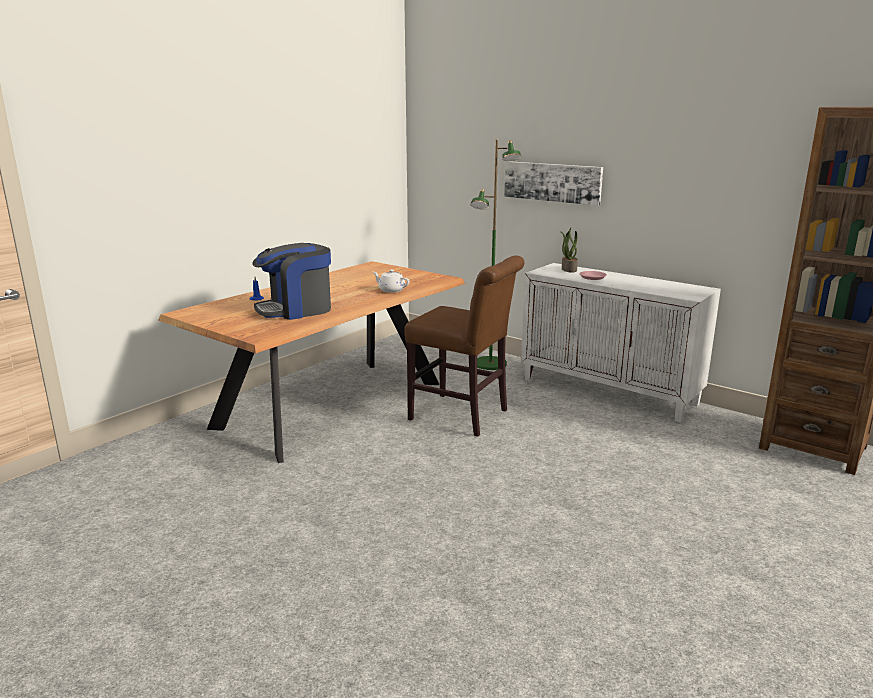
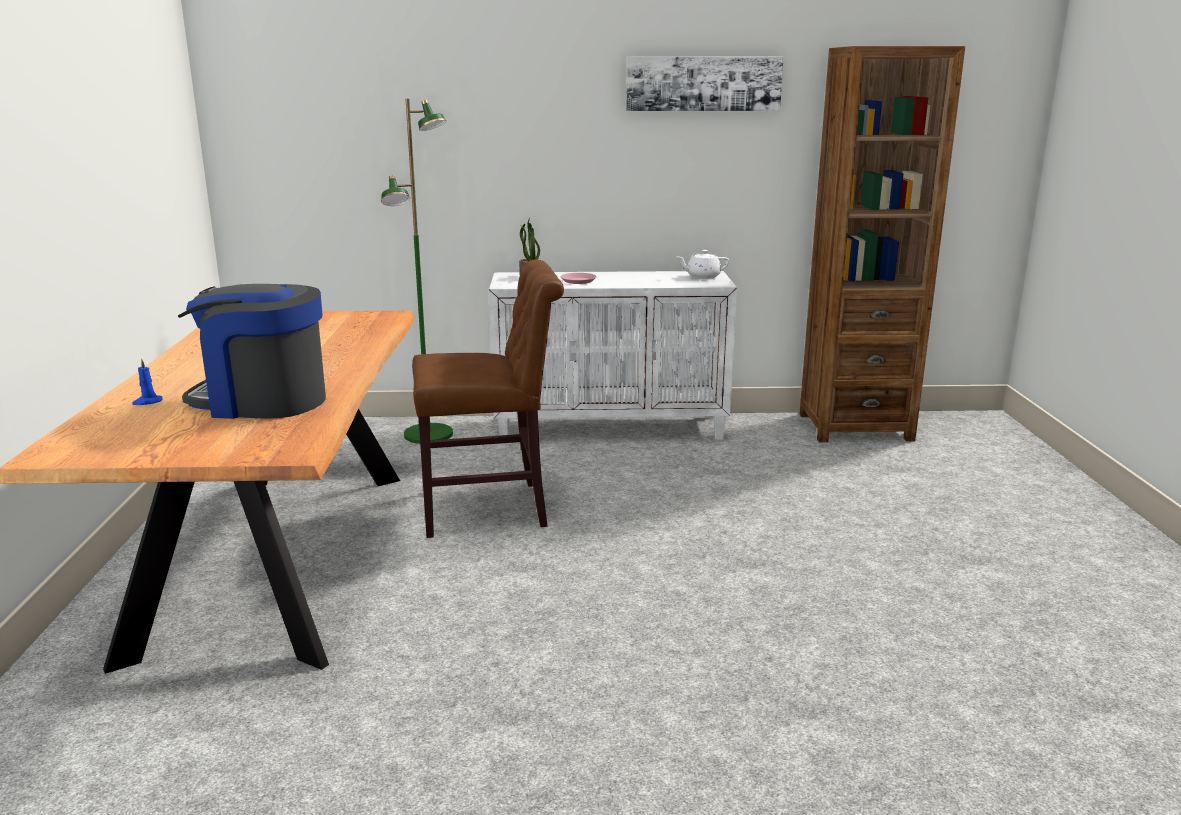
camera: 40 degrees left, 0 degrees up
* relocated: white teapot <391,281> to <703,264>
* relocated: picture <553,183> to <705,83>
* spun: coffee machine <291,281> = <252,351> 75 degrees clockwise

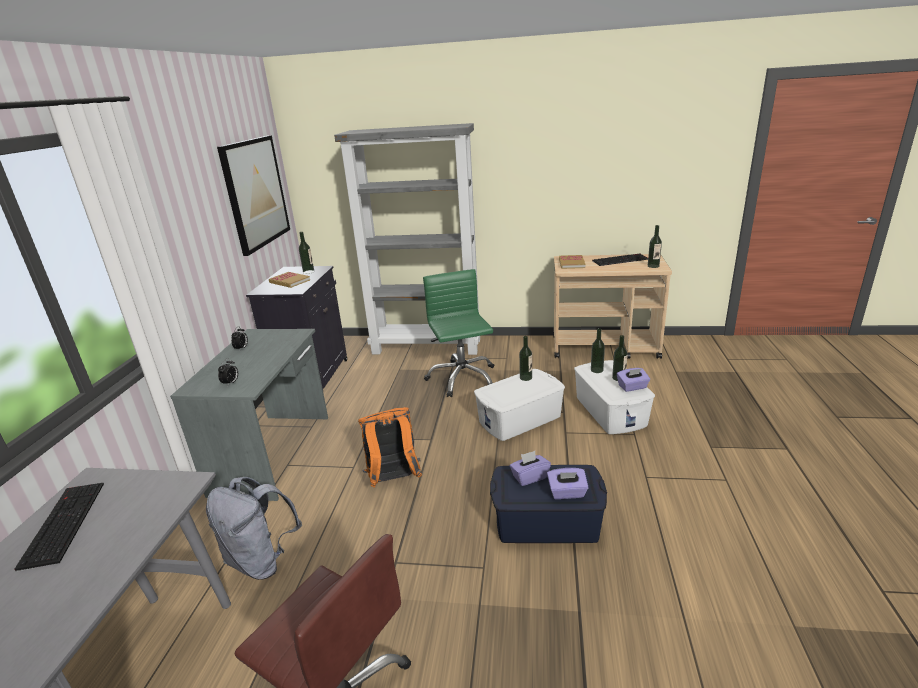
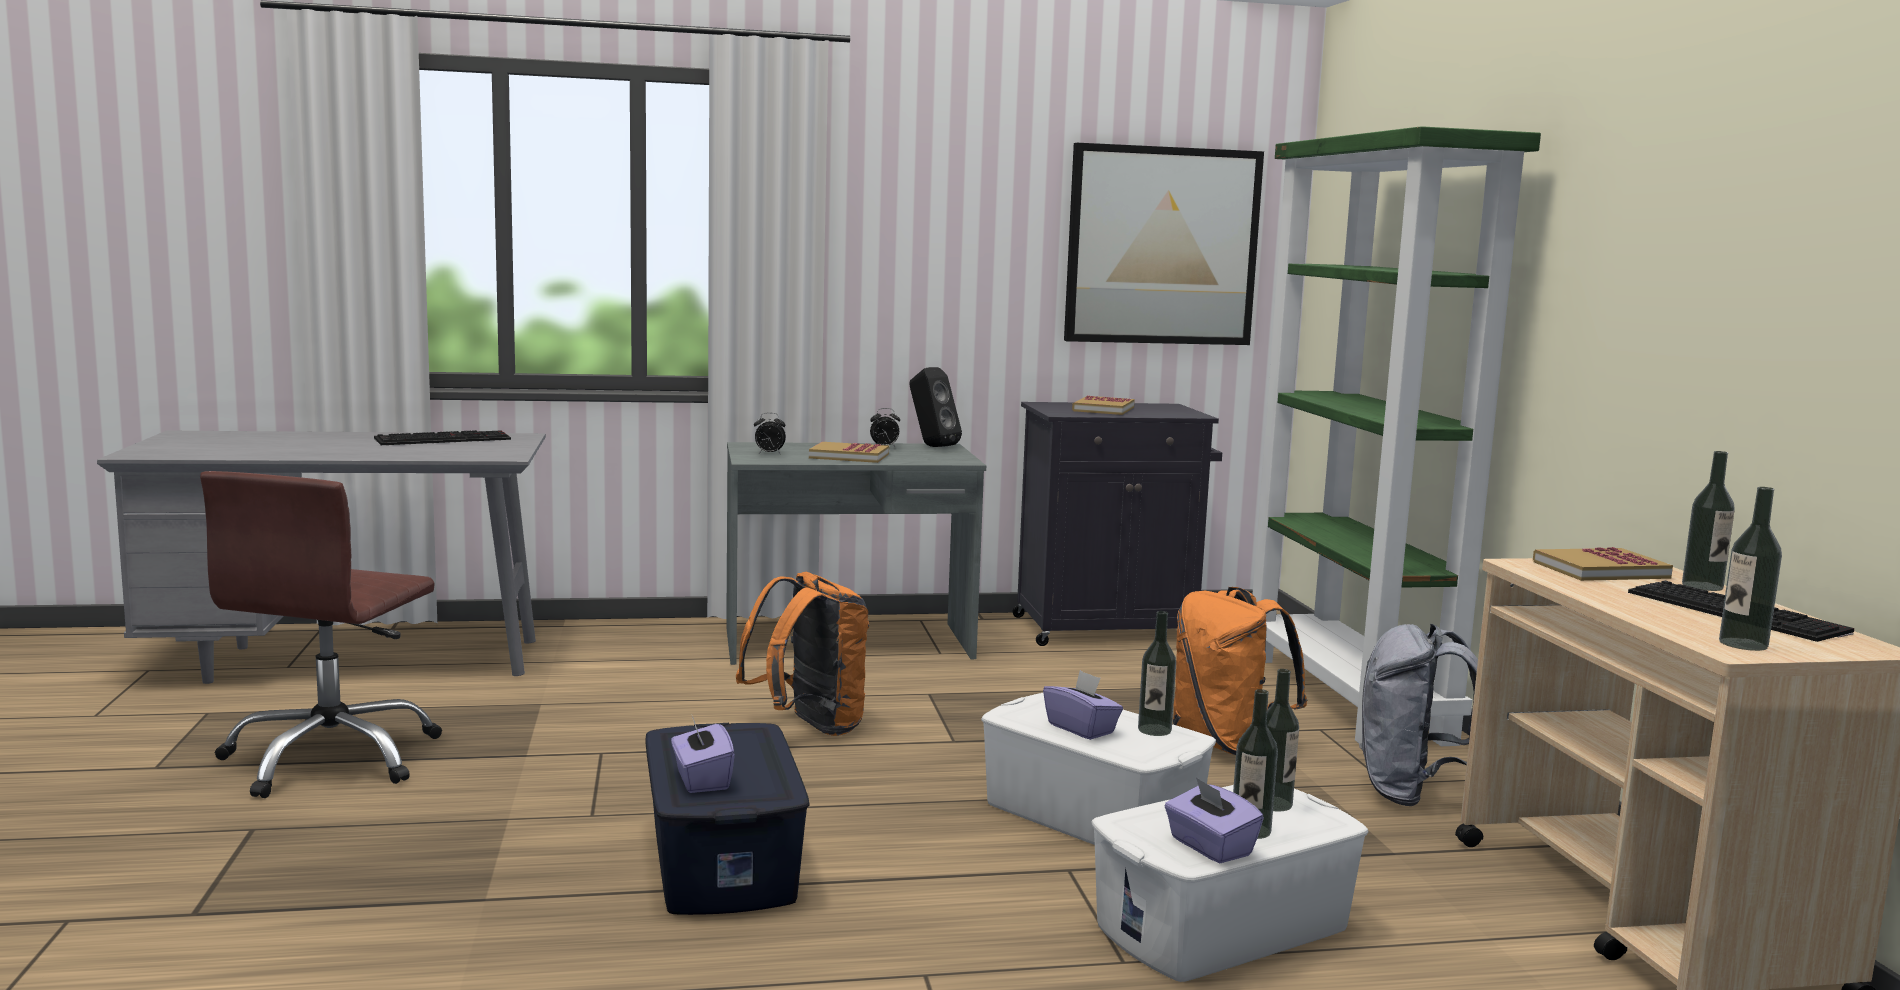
camera: 70 degrees right, 15 degrees down
* appeared: book <849,452>
* appeared: black speaker <935,407>
* relocated: grey backpack <254,528> to <1418,715>
* relocated: bottle <306,253> to <1708,521>
* relocated: purple tissue box <530,468> to <1083,705>
* exchanged: green office chair <458,333> to orange backpack <1240,671>
* colour: grey bookcase <407,239> to green bookcase <1396,436>

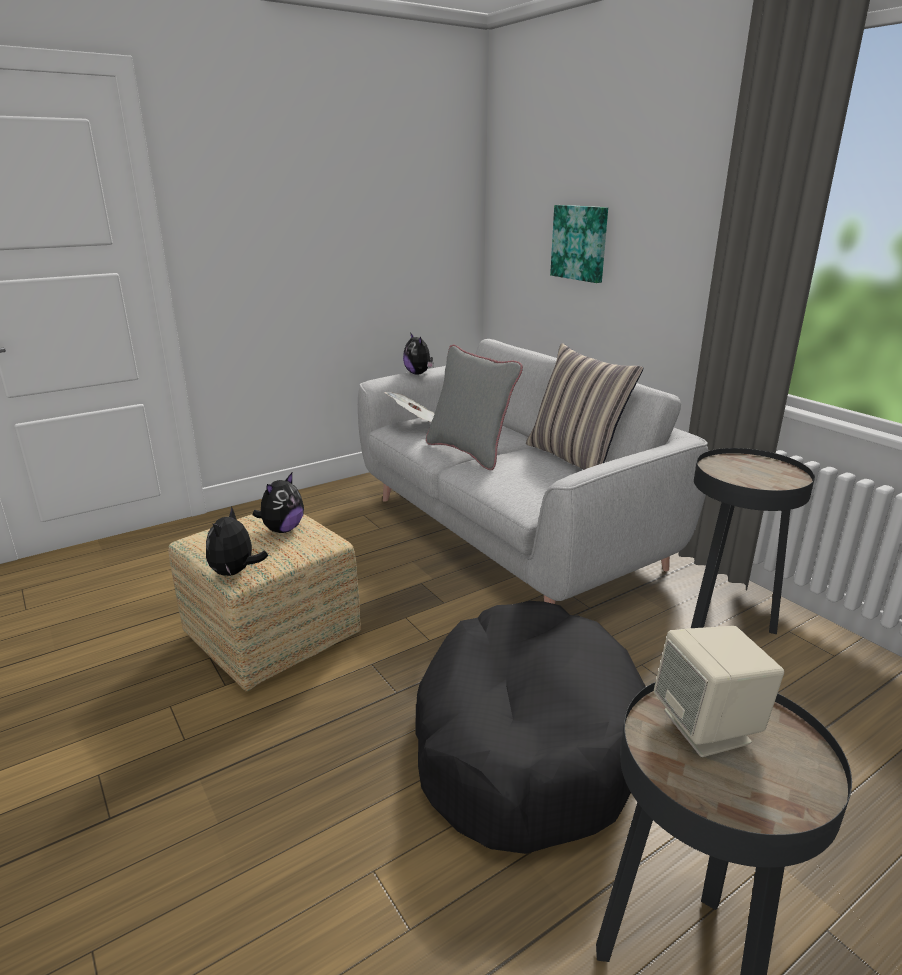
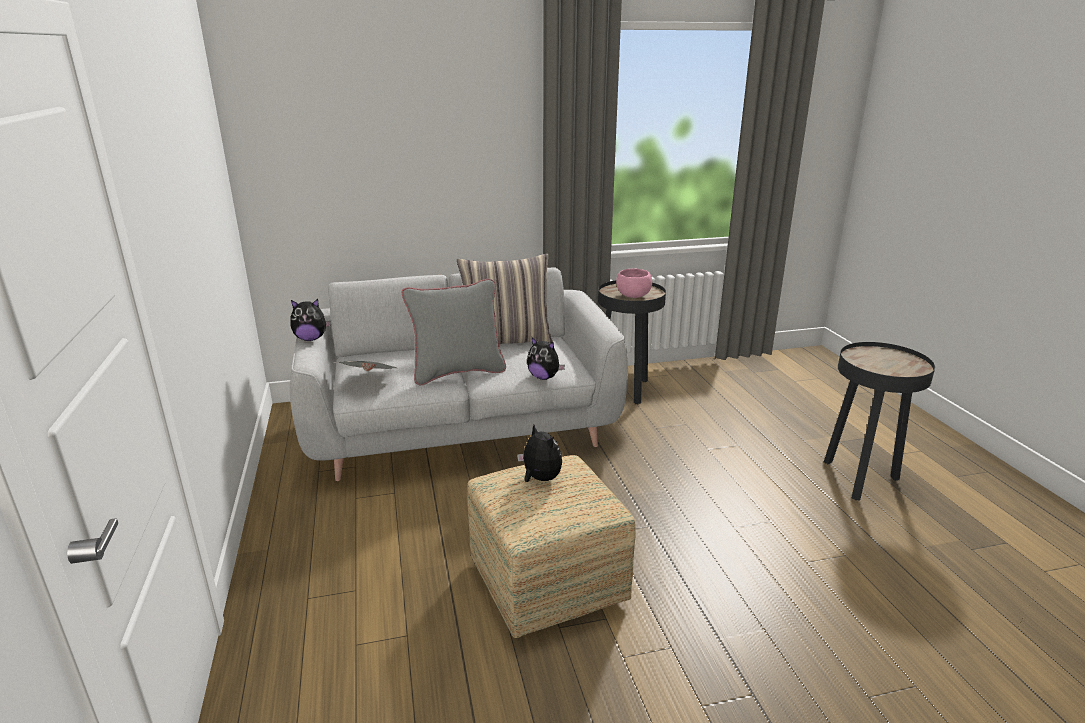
camera: 70 degrees left, 0 degrees up
* missing: black dog bed <530,727>
* missing: picture <579,244>
* missing: beige speaker <719,691>
* appeared: pink bowl <634,283>
* relocated: plush toy <237,541> to <546,359>

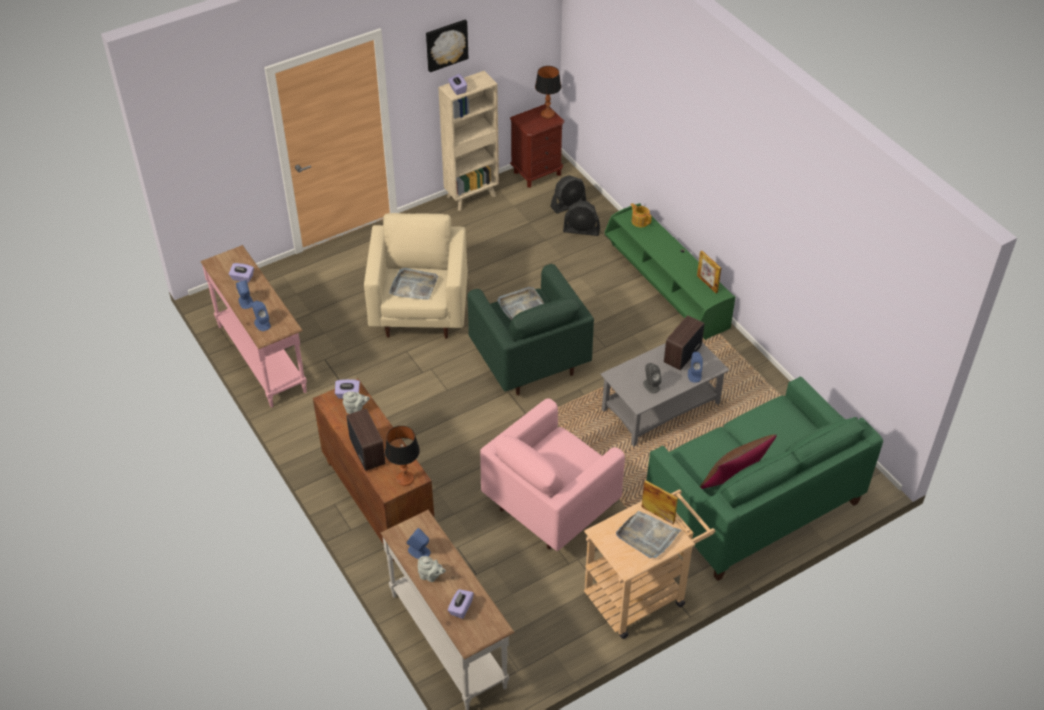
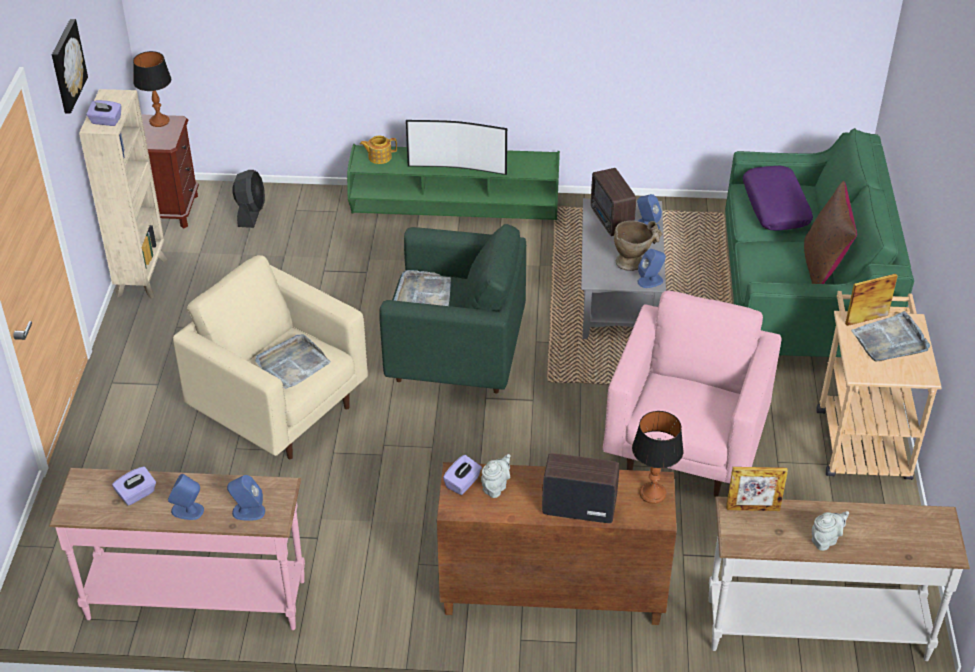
camera: 55 degrees left, 5 degrees down
* missing: purple tissue box <461,604>
* missing: black fan <581,218>
* appeared: television <456,147>
* appeared: purple pillow <778,198>
* relocated: blue speaker <418,543> to <651,268>
* relocated: picture frame <709,272> to <757,489>
* exchanged: grey speaker <652,378> to beige vase <638,246>
* spun: pink armchair <552,474> = <692,394> 150 degrees counterclockwise

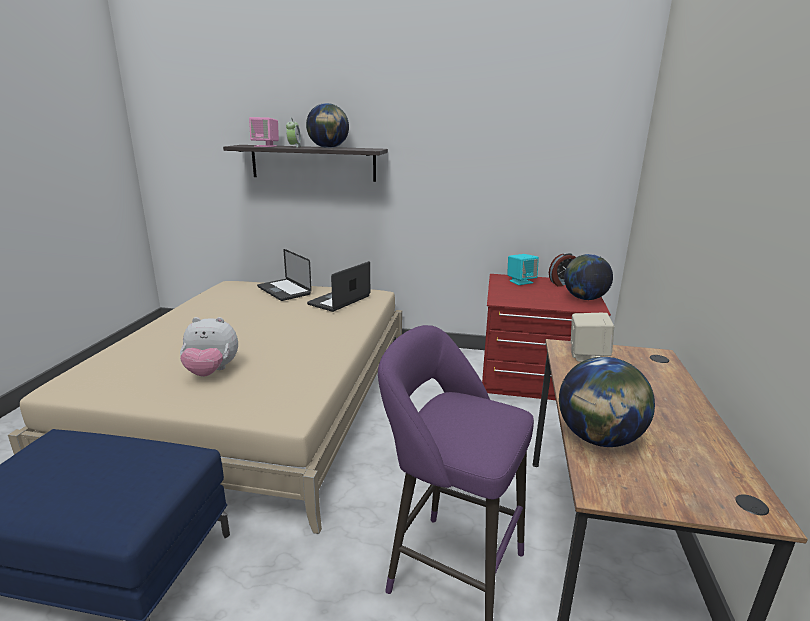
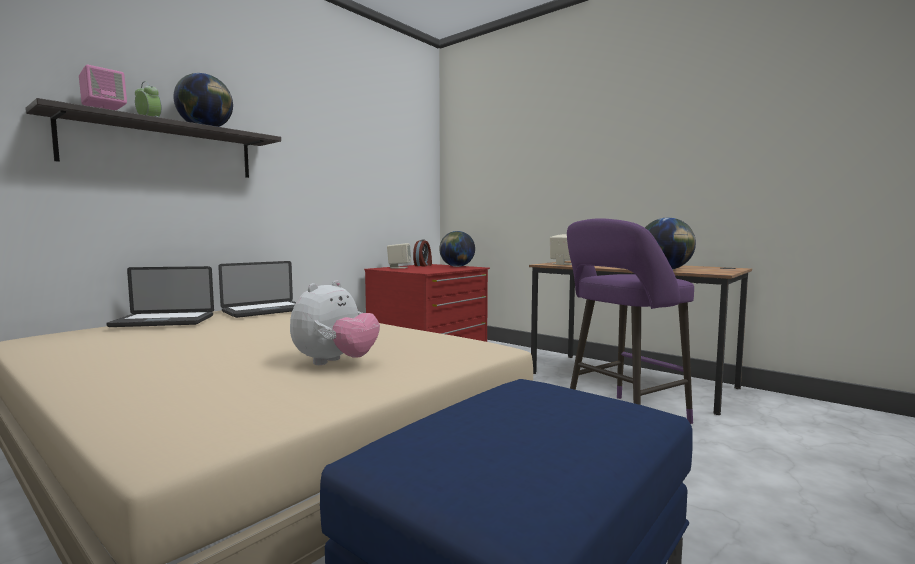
camera: 60 degrees left, 15 degrees down
* colour: turquoise speaker <523,269> to beige speaker <399,256>
* spun: laptop <338,286> = <257,289> 105 degrees counterclockwise

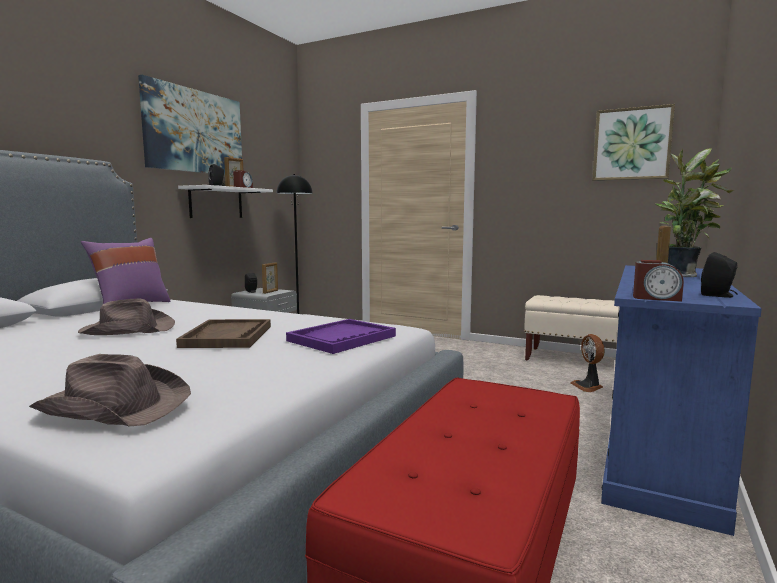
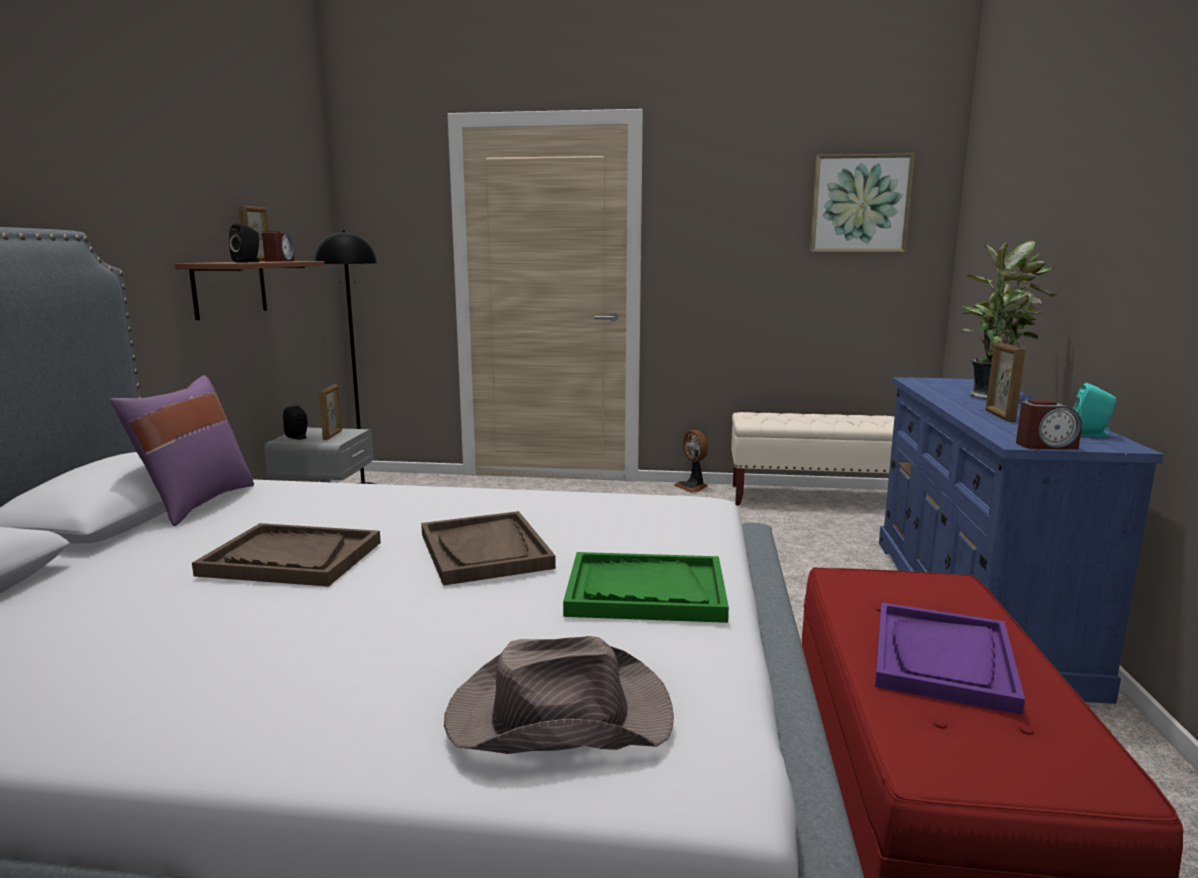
camera: 20 degrees left, 5 degrees up
* missing: picture <190,125>
* appeared: green tray <646,587>
* relocated: purple tray <341,336> to <950,658>
* relocated: fan <587,363> to <691,461>
* exchanged: brown hat <126,316> to brown tray <286,555>
* colour: white shelf <225,201> to brown shelf <249,290>
* colour: black speaker <719,275> to turquoise speaker <1094,410>

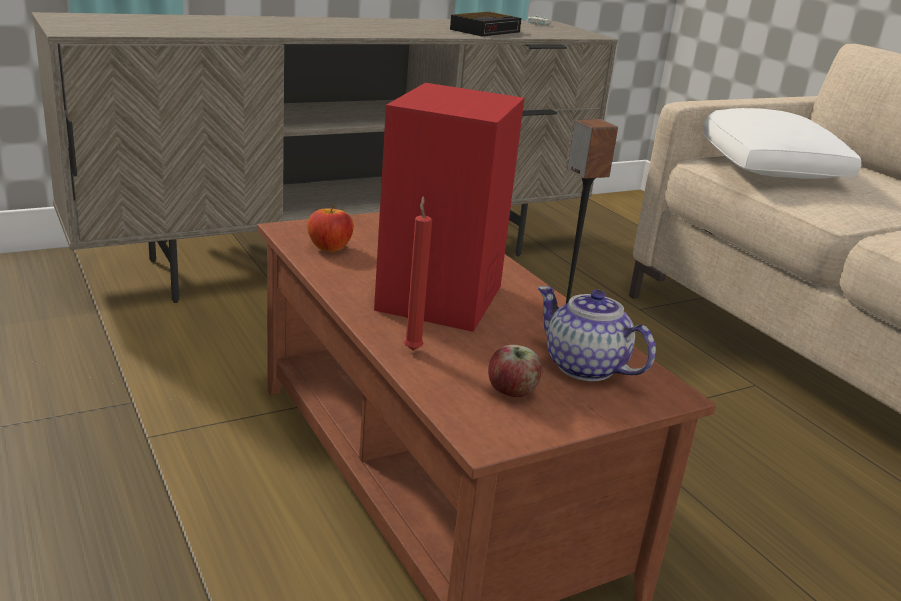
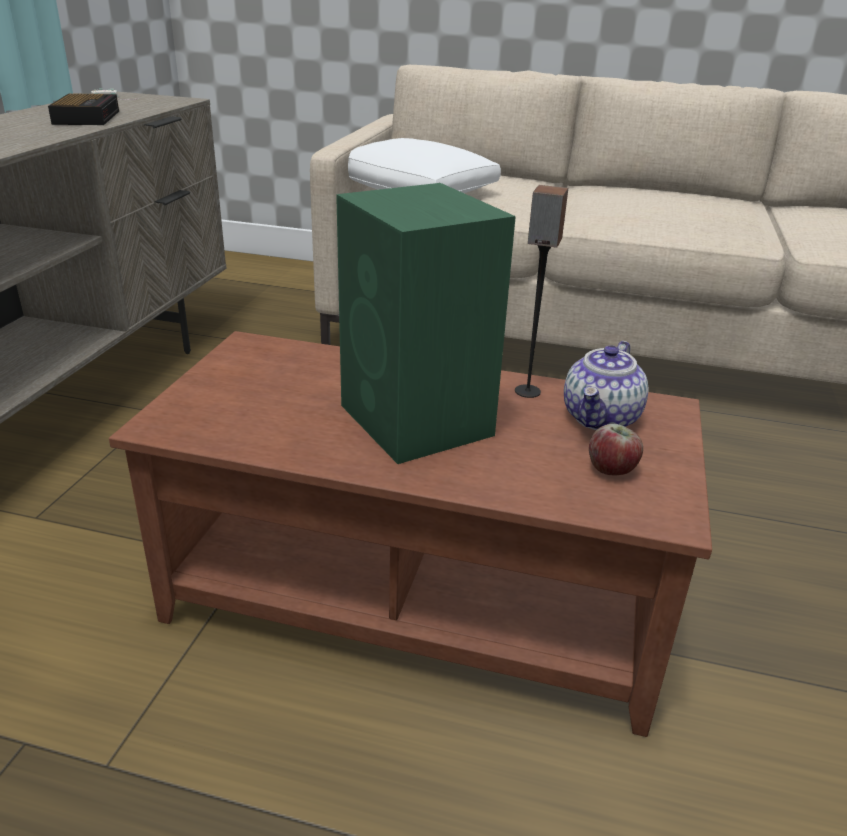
camera: 45 degrees left, 5 degrees up
* missing: apple <330,228>
* missing: red candle <418,273>
* colour: red speaker <449,207> to green speaker <426,323>
* spun: teapot <597,333> = <606,385> 60 degrees counterclockwise

